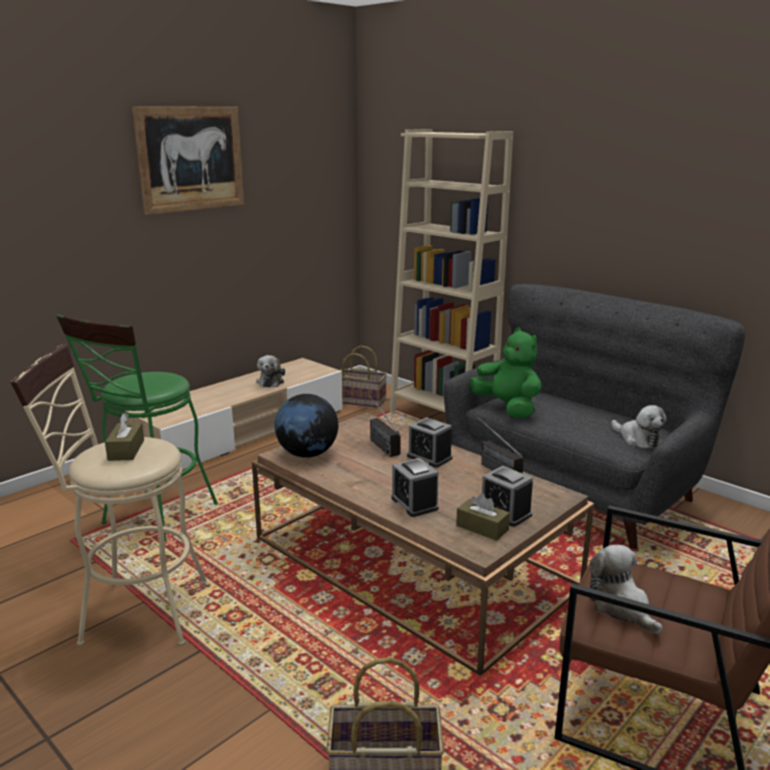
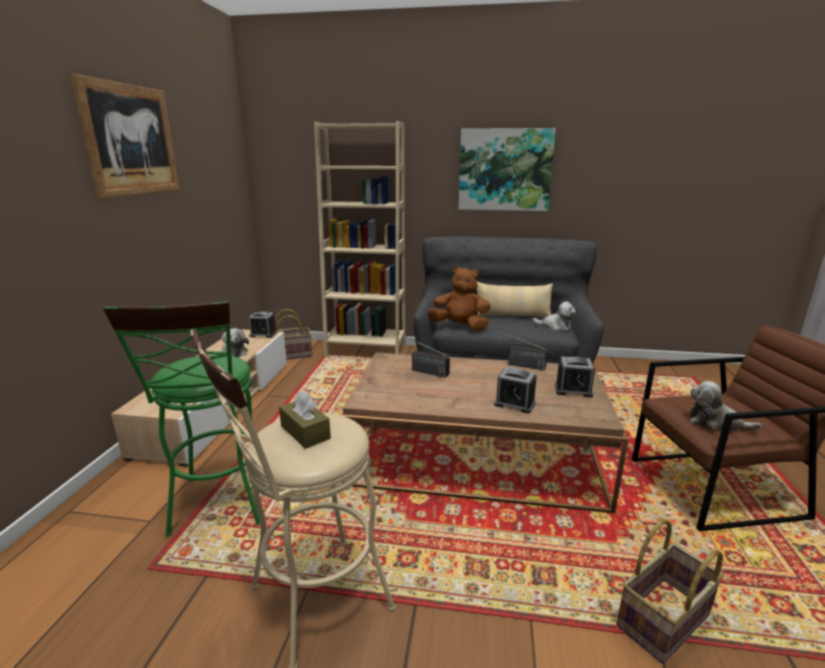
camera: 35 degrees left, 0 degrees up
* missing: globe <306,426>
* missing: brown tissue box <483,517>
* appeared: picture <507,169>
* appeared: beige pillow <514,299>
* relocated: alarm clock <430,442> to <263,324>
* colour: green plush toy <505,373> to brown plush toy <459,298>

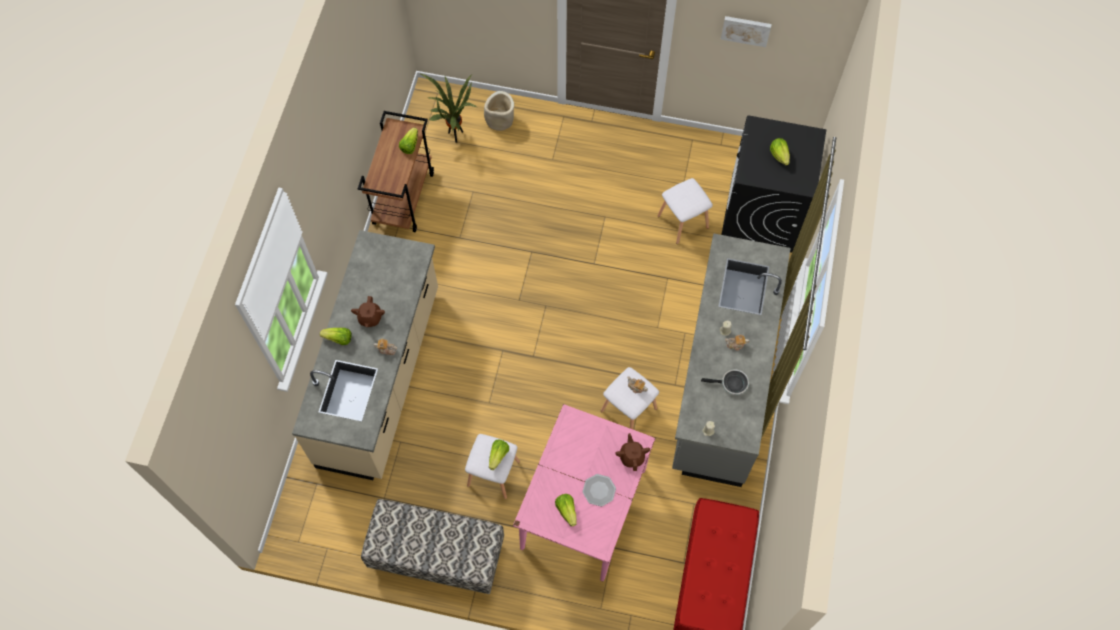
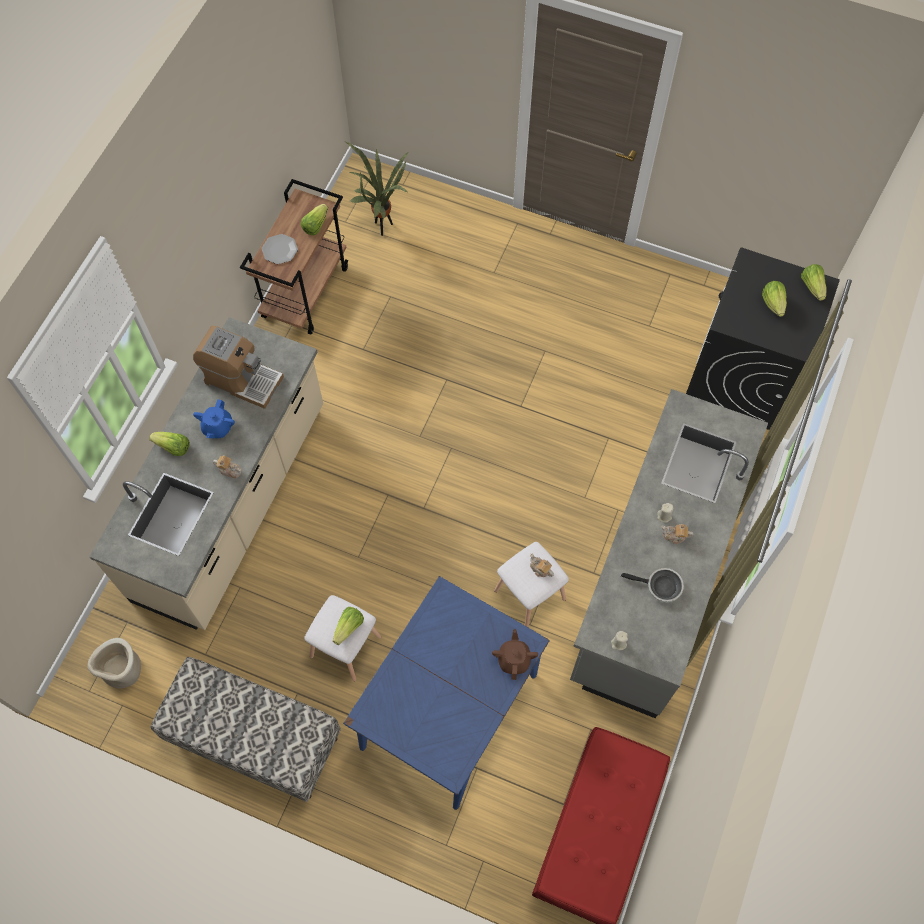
camera: 10 degrees right, 0 degrees up
* missing: white stool <685,211>
* missing: picture <746,31>
* appeared: coffee machine <238,367>
* relocated: beige planter <499,111> to <114,663>
* relocated: lettuce <566,510> to <814,282>
* relocated: plate <599,490> to <280,249>
* colour: brown teapot <368,311> to blue teapot <214,418>
* colour: pink dining table <584,492> to blue dining table <446,693>

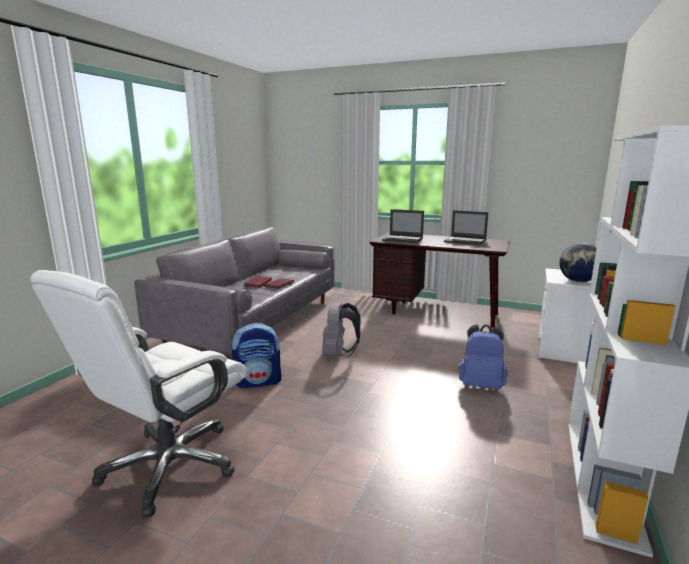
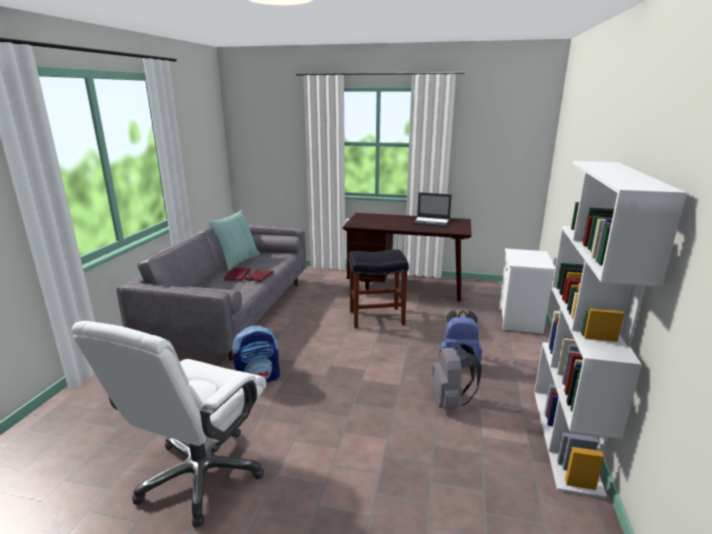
camera: 10 degrees left, 5 degrees up
* missing: laptop <403,226>
* missing: globe <578,262>
* appeared: pillow <234,240>
* appeared: black stool <379,288>
* relocated: grey backpack <341,330> to <456,375>

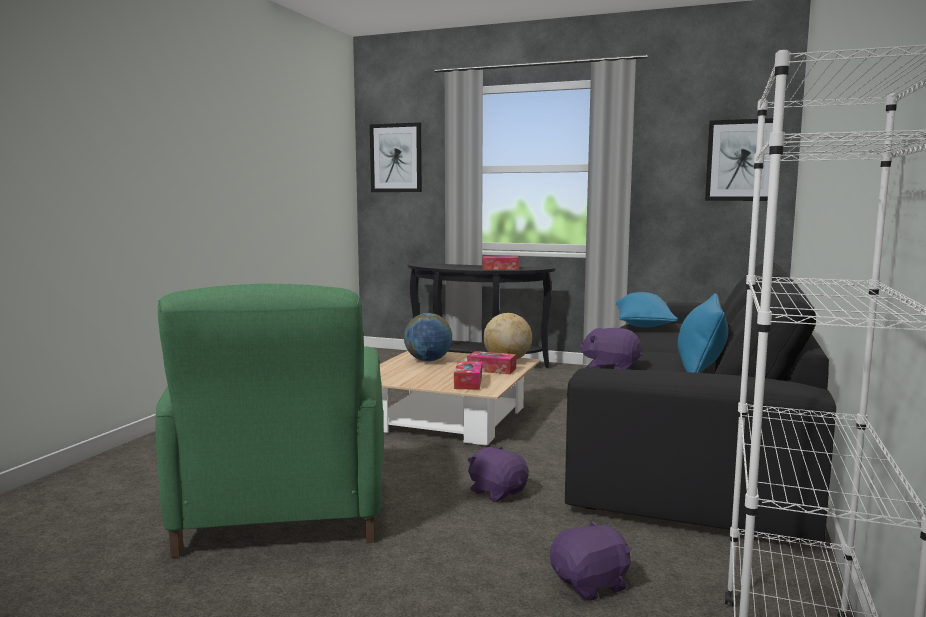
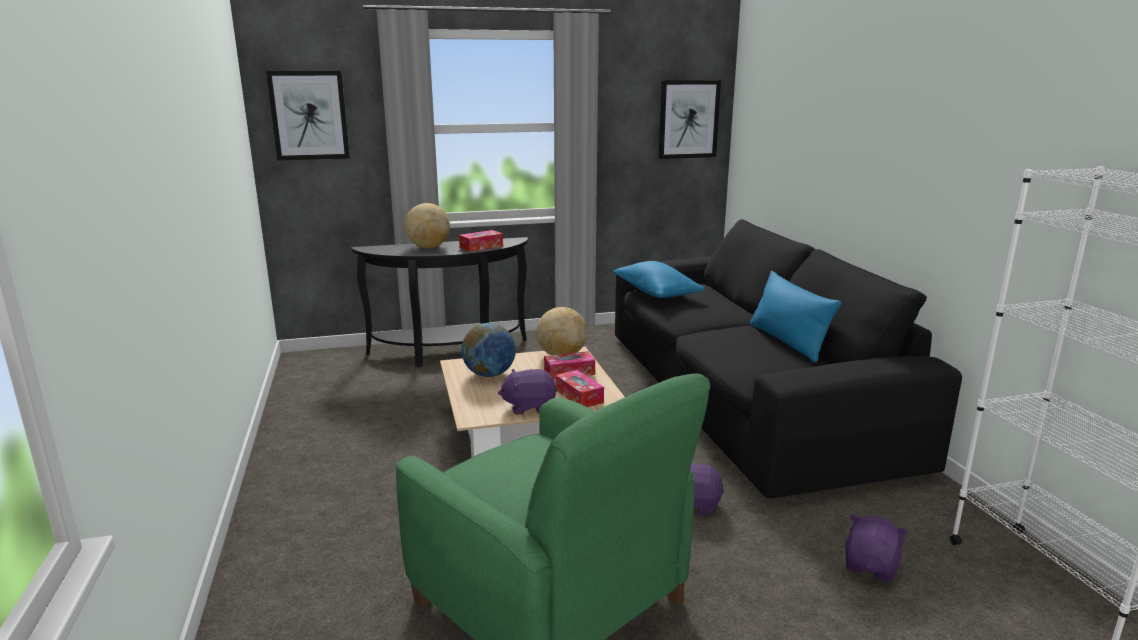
camera: 35 degrees left, 10 degrees up
* appeared: globe <427,225>
* relocated: purple plush toy <611,349> to <527,392>

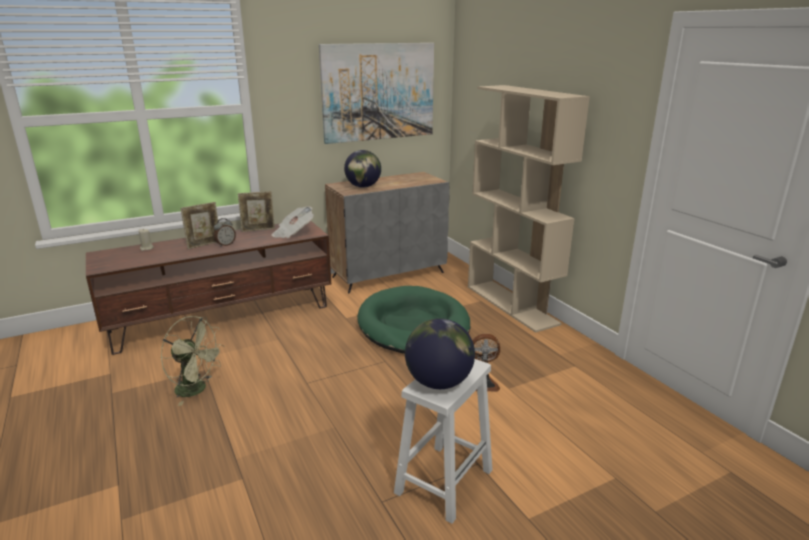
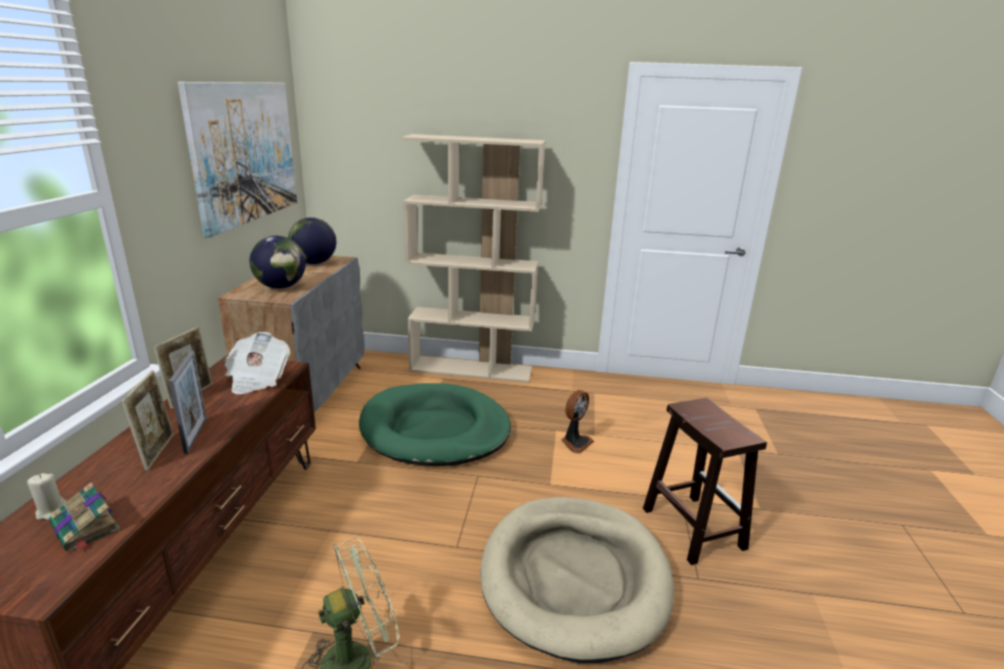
camera: 55 degrees left, 0 degrees up
* appeared: book <84,516>
* appeared: beige dog bed <577,580>
* relocated: globe <440,353> to <312,240>
* exchanged: alarm clock <225,232> to picture frame <188,402>
* colour: white stool <443,441> to brown stool <705,481>

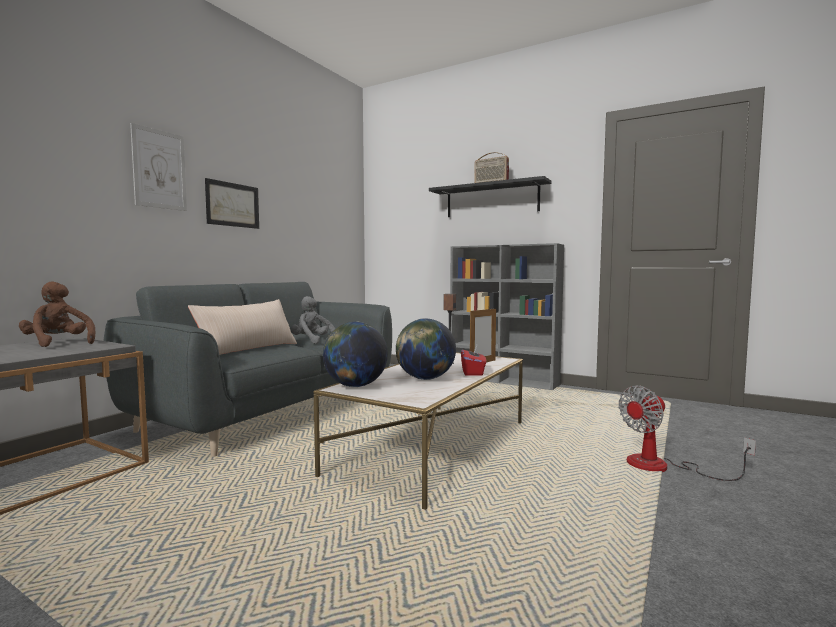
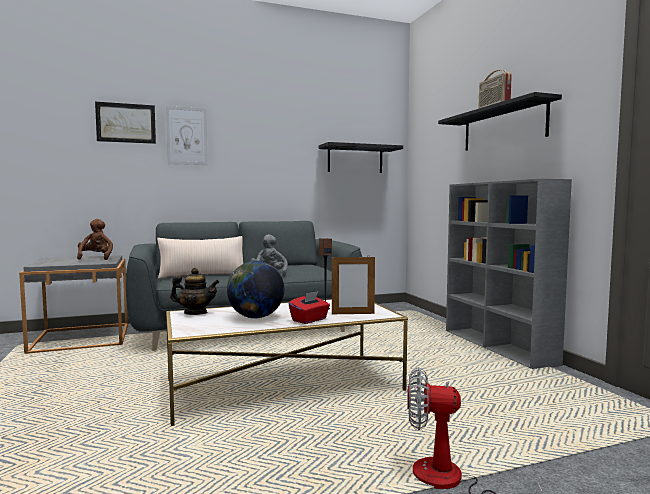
camera: 40 degrees right, 0 degrees up
* appeared: black shelf <361,157>
* relocated: picture <232,203> to <125,123>
* exchanged: globe <355,354> to teapot <195,291>

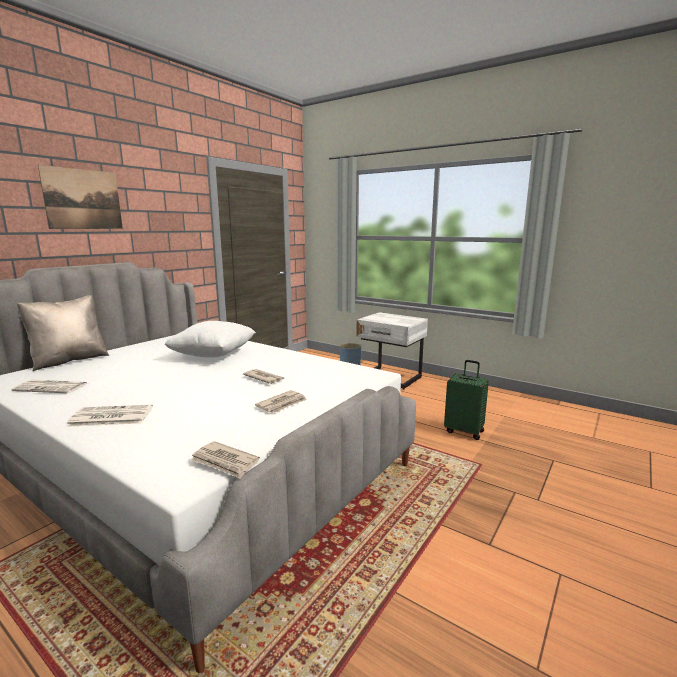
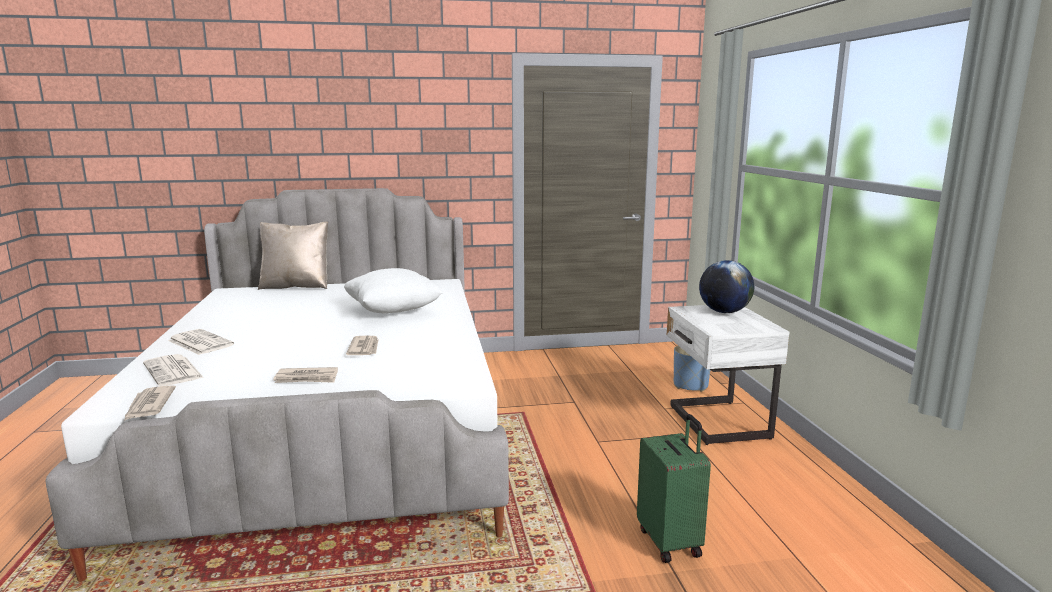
camera: 45 degrees right, 0 degrees up
* missing: picture <80,197>
* appeared: globe <726,286>
* relocated: newspaper <49,386> to <173,370>

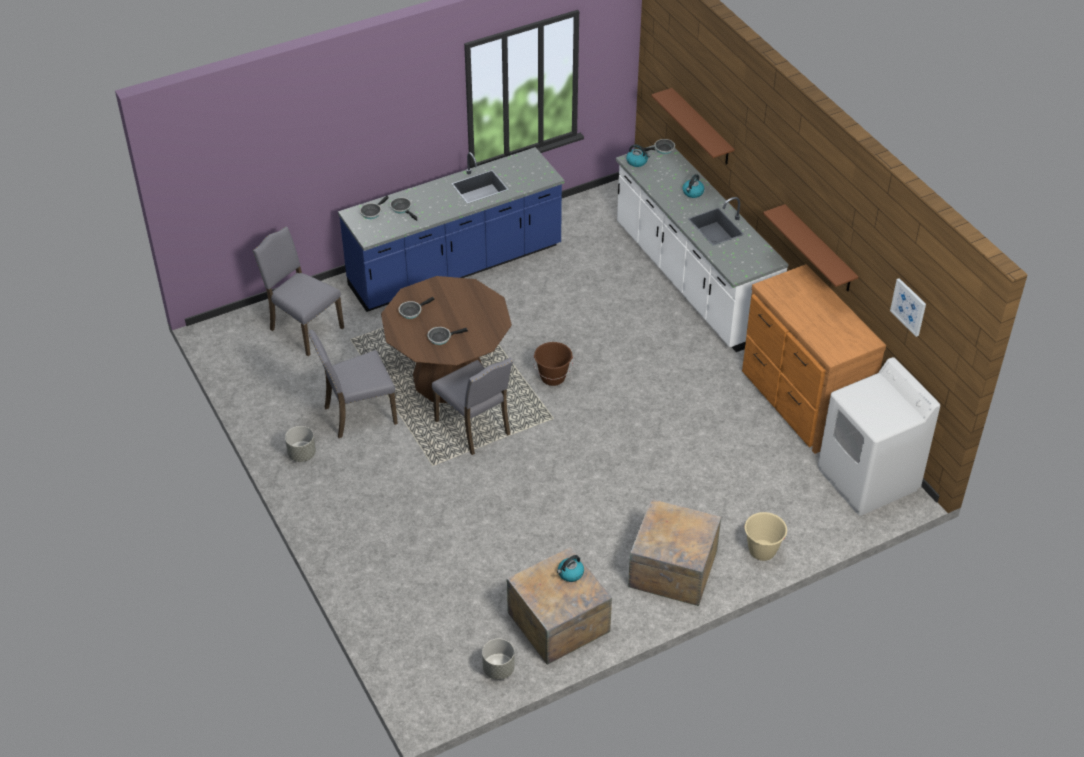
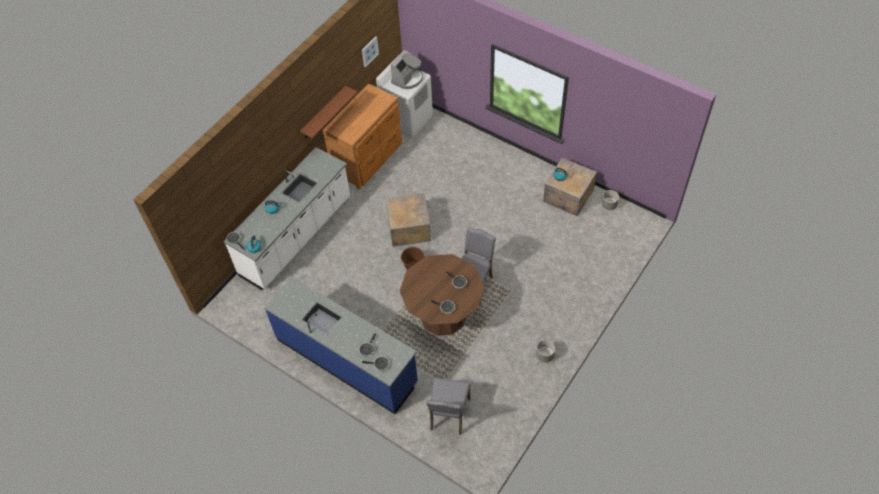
camera: 115 degrees left, 10 degrees up
* missing: grey chair <353,384>
* missing: brown shelf <692,126>
* missing: beige bucket <766,536>
* appeared: coffee machine <406,69>
* relocated: crate <674,552> to <408,220>

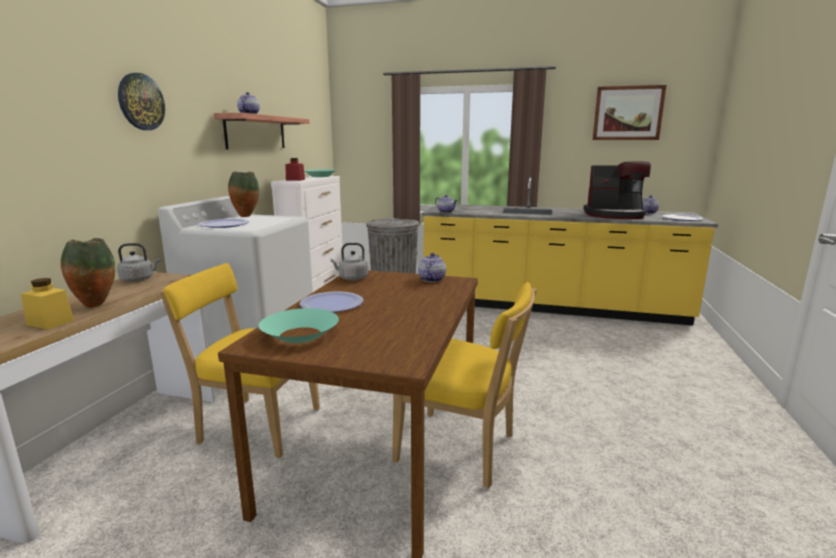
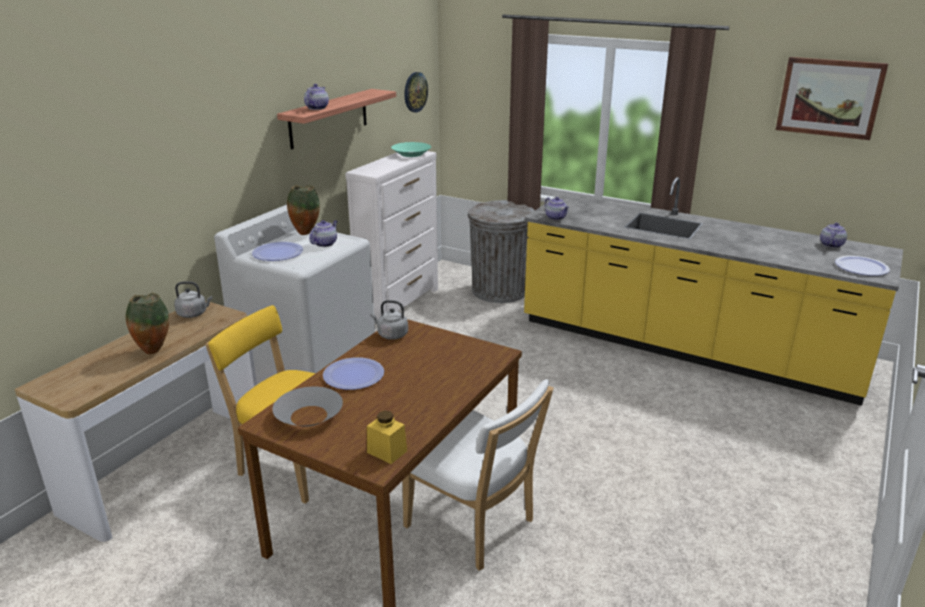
camera: 15 degrees right, 10 degrees up
* missing: red jar <295,169>
* missing: coffee machine <617,190>
* relocated: yellow jar <47,303> to <387,437>
* relocated: wall clock <141,101> to <416,92>
* relocated: teapot <432,267> to <323,233>
* colour: turquoise bowl <299,325> to grey bowl <307,407>
* colour: yellow chair <464,385> to white chair <478,475>

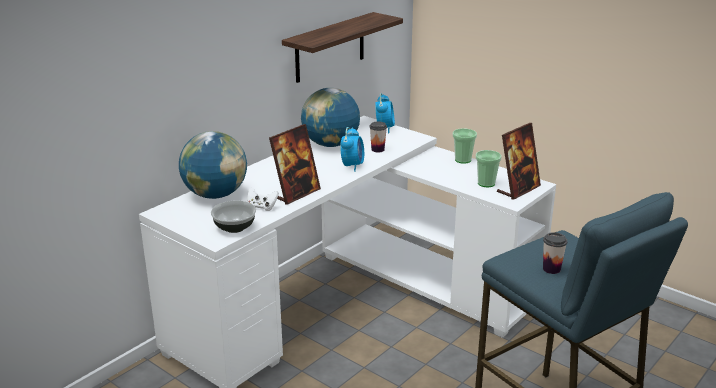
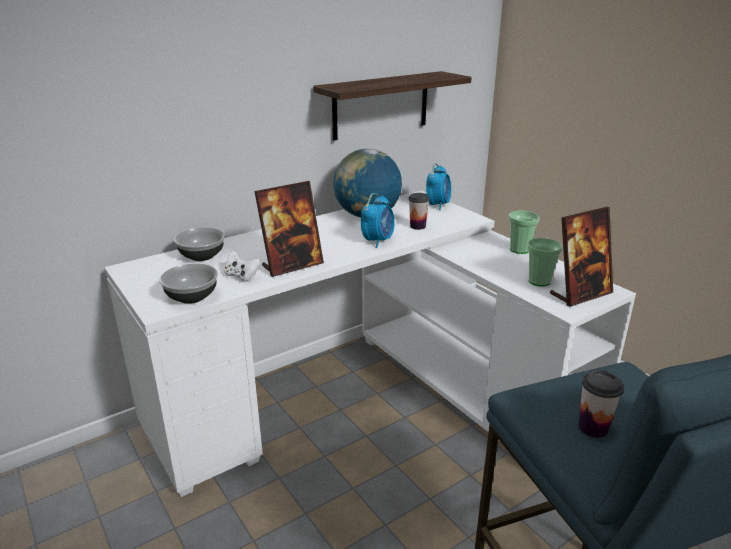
camera: 15 degrees right, 0 degrees up
* exchanged: globe <213,165> to bowl <199,244>

